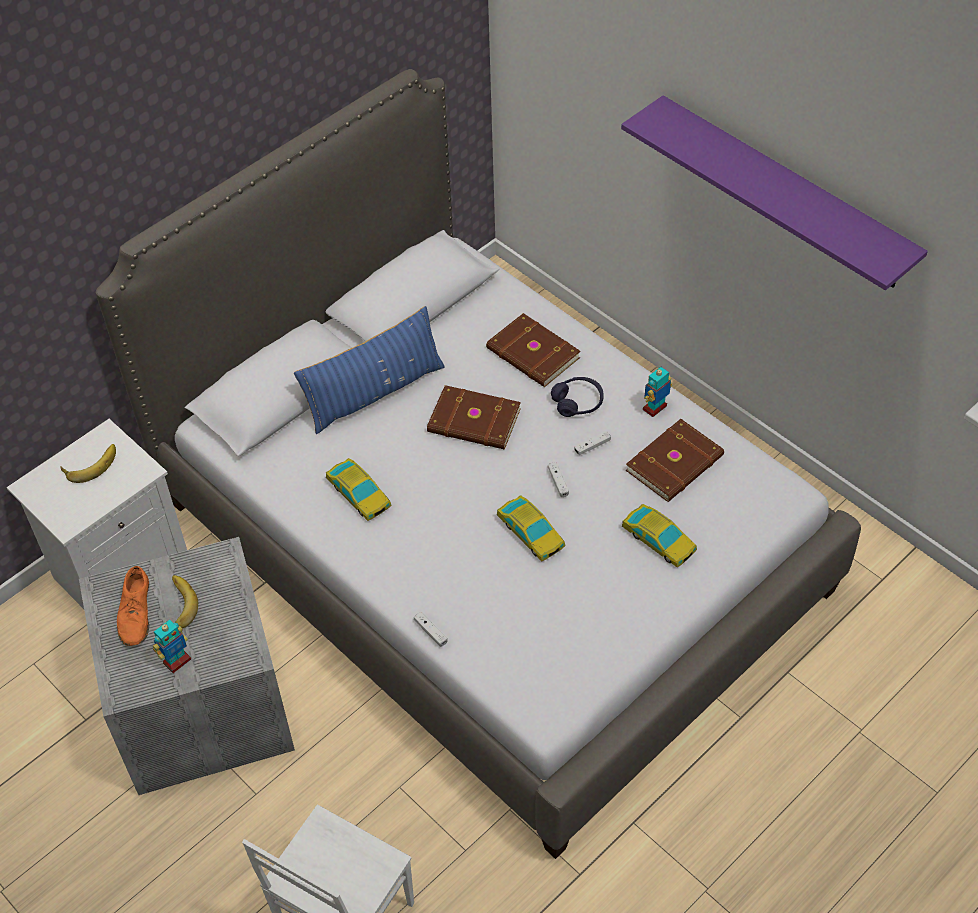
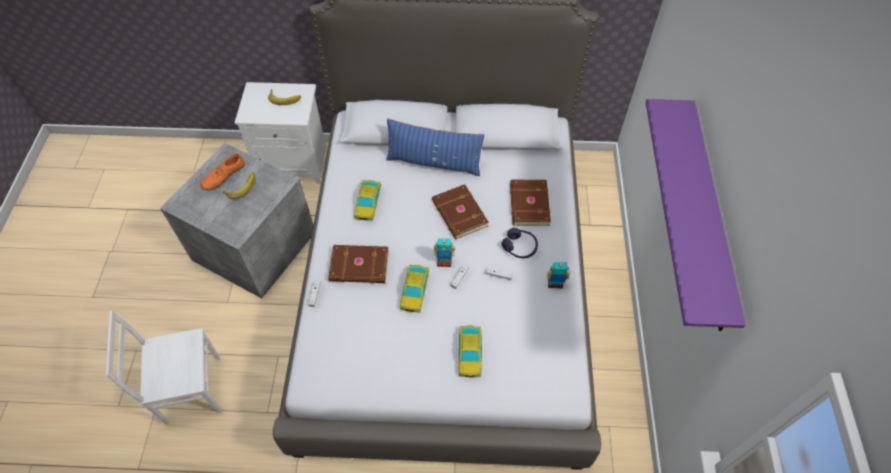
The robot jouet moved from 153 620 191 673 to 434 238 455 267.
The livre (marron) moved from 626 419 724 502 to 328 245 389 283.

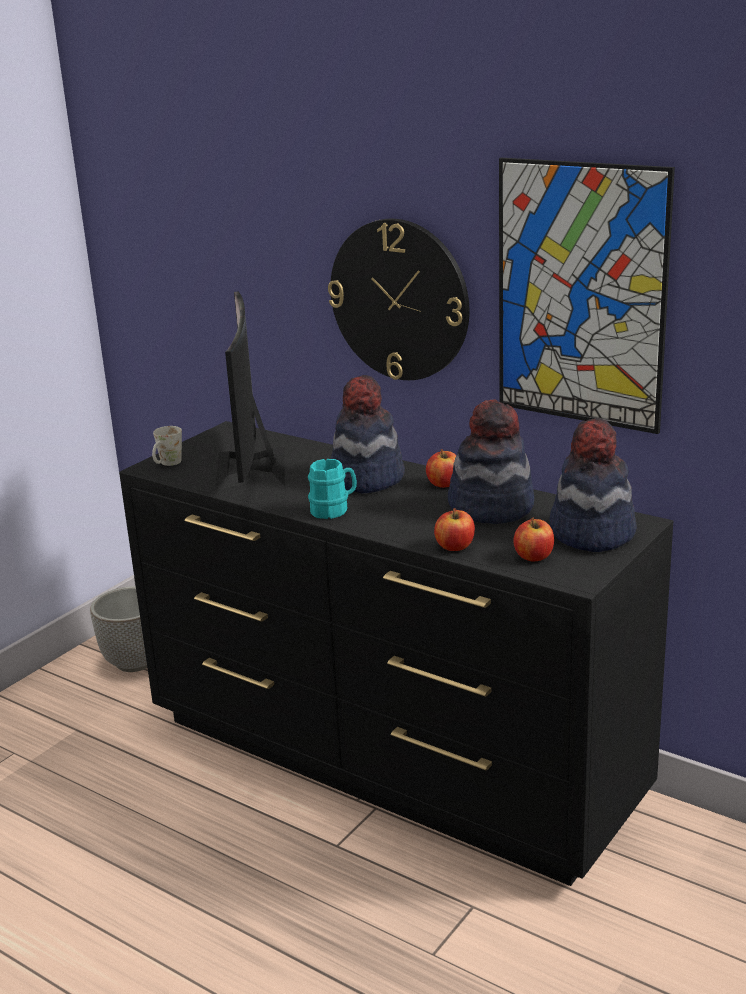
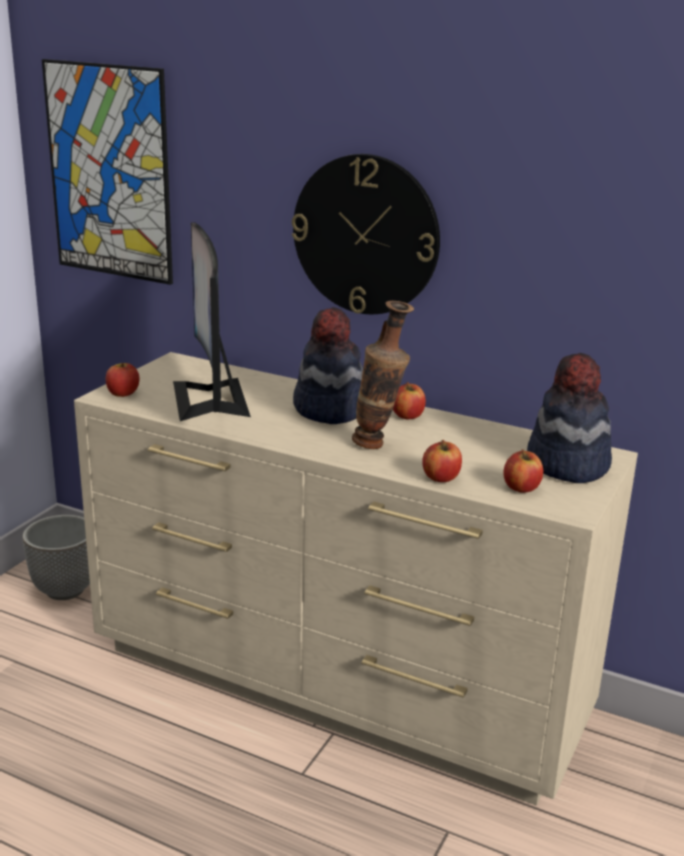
The commode (noir) at 119 421 673 886 became the commode (beige) at 74 352 638 806.
The mug (blanc) at 152 426 182 466 was replaced by the pomme at 106 363 140 397.
The mug (turquoise) at 308 459 357 519 disappeared.
The chapeau at 448 400 534 524 disappeared.
The tableau moved from 499 158 675 434 to 42 59 173 285.
The vase at 352 301 414 449 appeared.

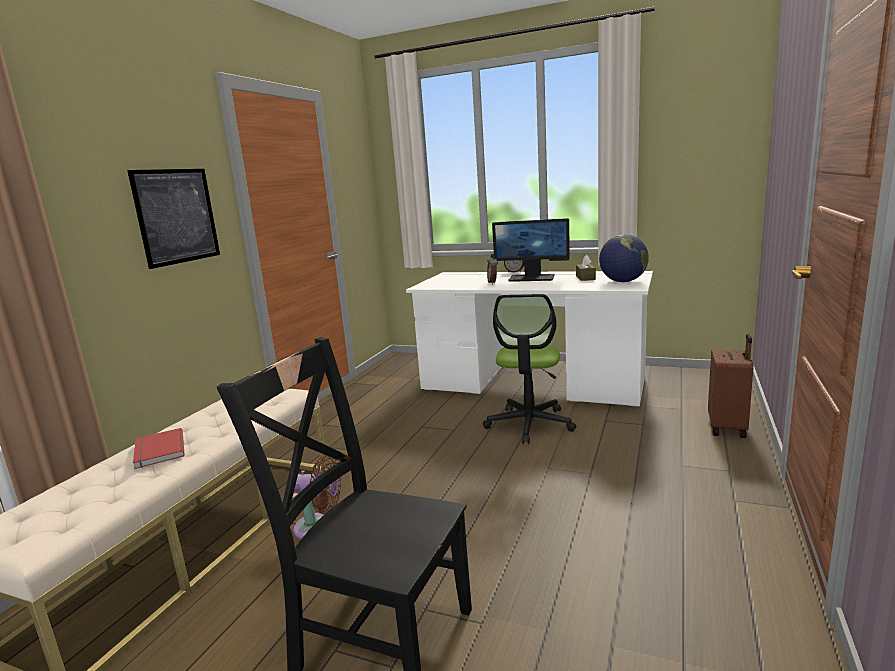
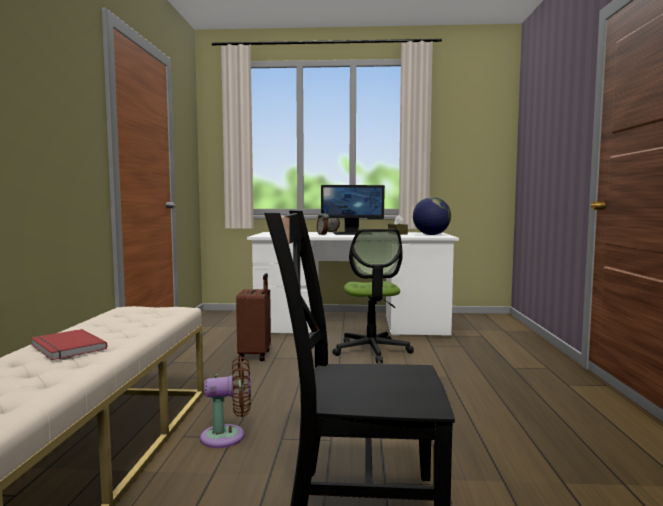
The tableau at 127 169 220 269 disappeared.
The valise (marron) moved from 708 334 754 438 to 236 273 271 361.

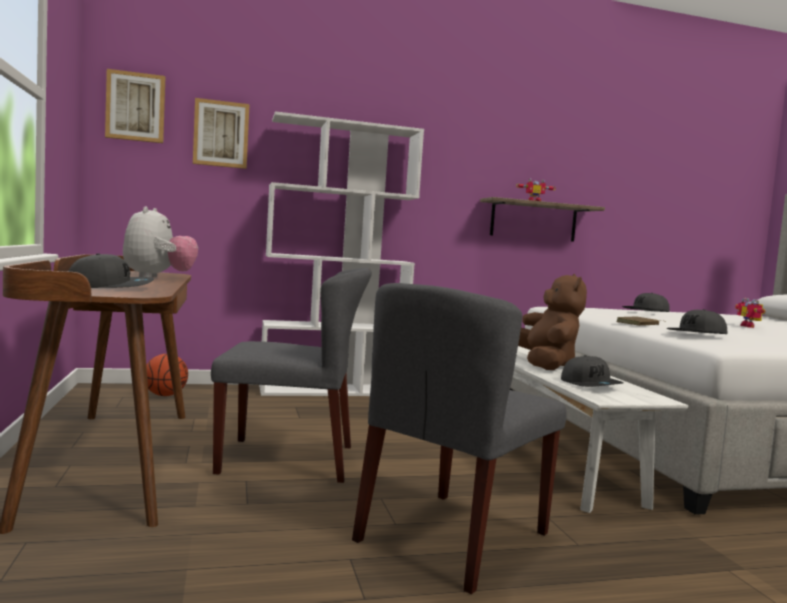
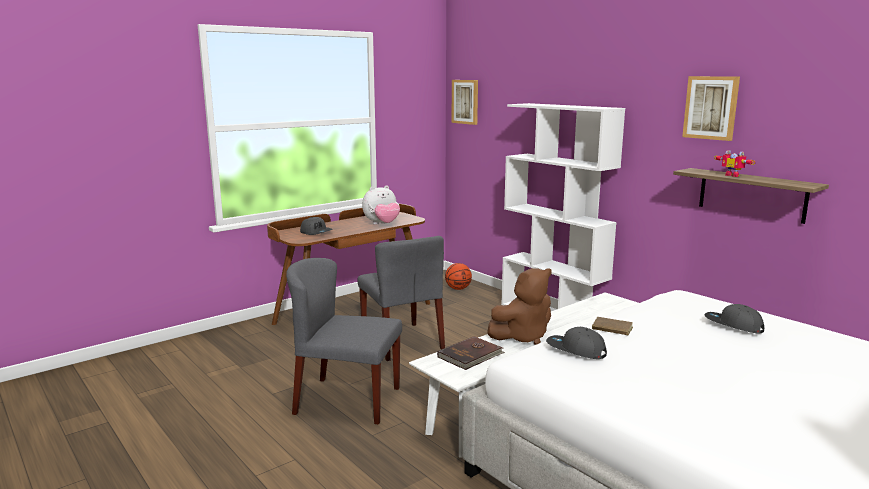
The tableau moved from 193 98 250 169 to 682 76 740 141.
The casquette (gris) at 561 355 624 387 was replaced by the livre (marron) at 437 336 505 370.
The robot jouet at 735 298 765 328 disappeared.

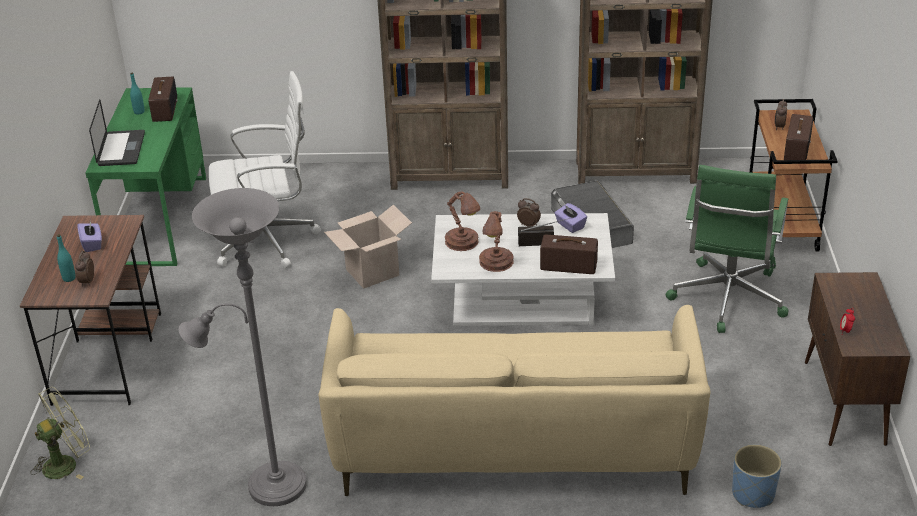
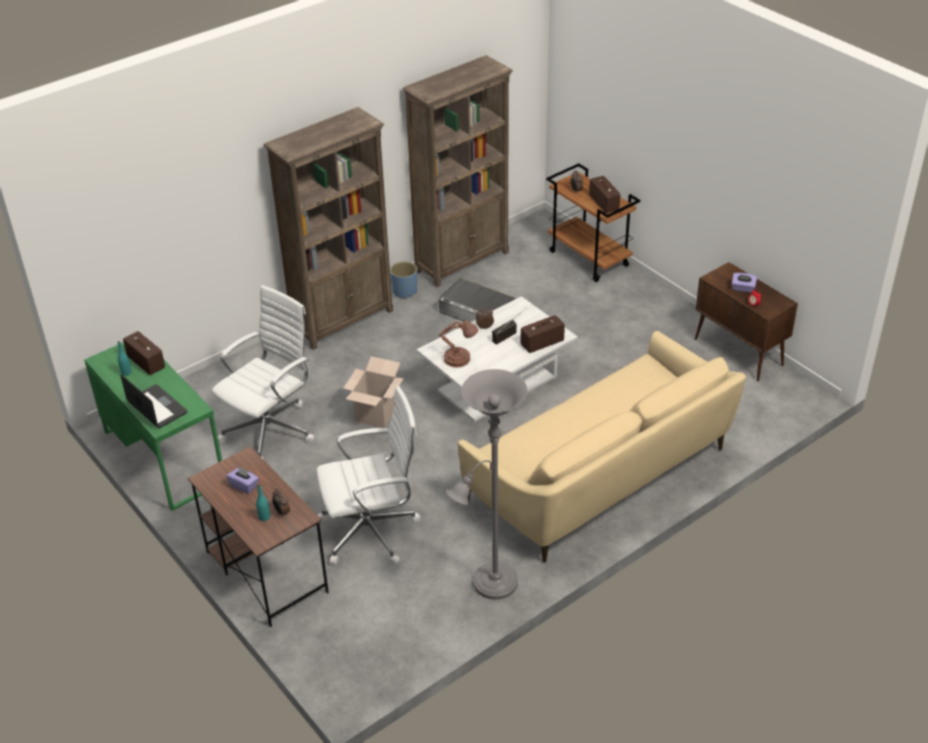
The ventilateur (vert) at 30 387 90 480 disappeared.
The lampe de table (marron) at 479 211 513 272 disappeared.
The boîte à mouchoirs (violet) moved from 555 203 587 233 to 732 273 757 293.
The chaise de bureau (vert) at 666 165 788 333 disappeared.
The cache-pot (bleu) moved from 732 445 782 508 to 390 261 417 299.
The chaise de bureau (blanc) at 316 386 421 565 appeared.

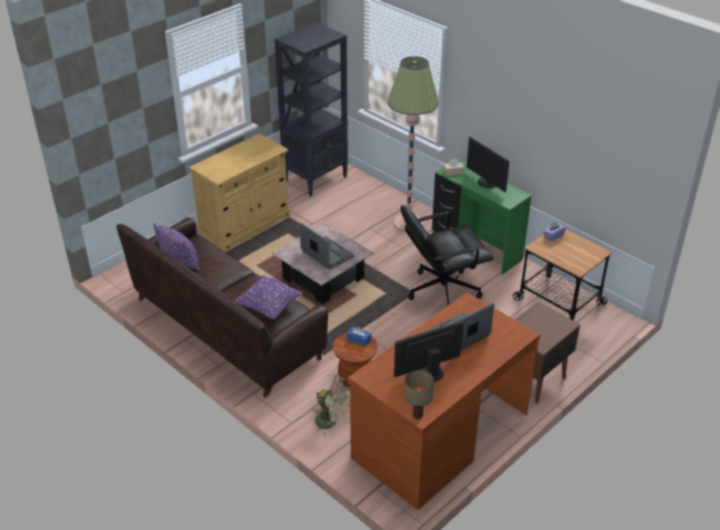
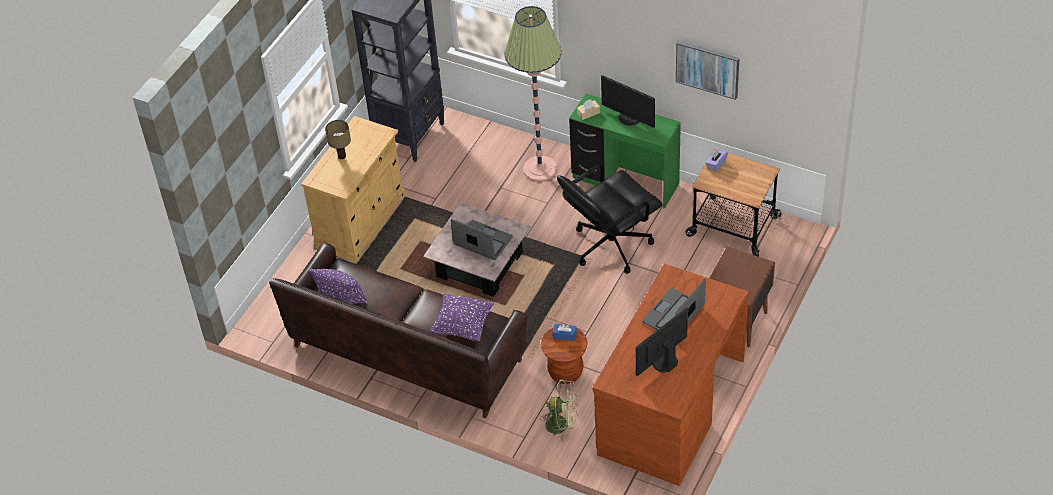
The lampe de table moved from 405 370 435 419 to 325 120 351 159.
The tableau at 676 41 739 100 appeared.

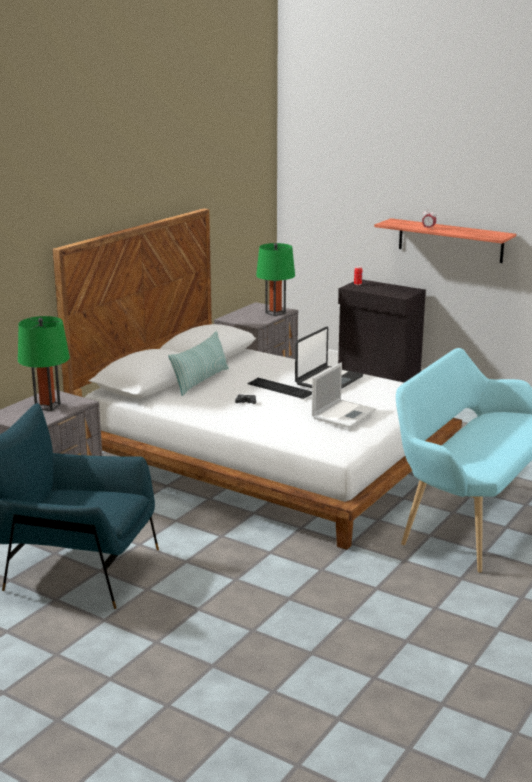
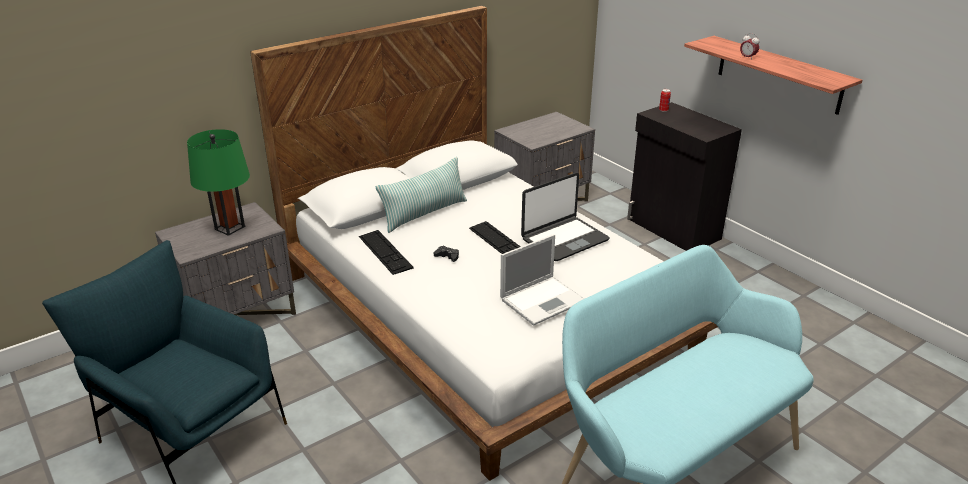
The lampe de table (vert) at 256 243 295 316 disappeared.
The clavier at 359 230 413 275 appeared.

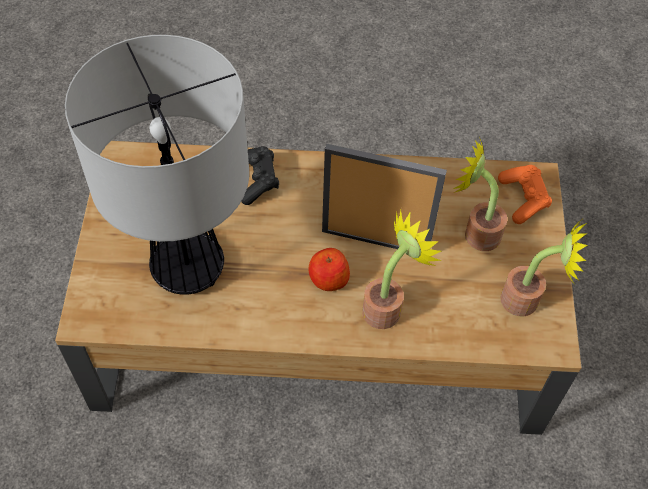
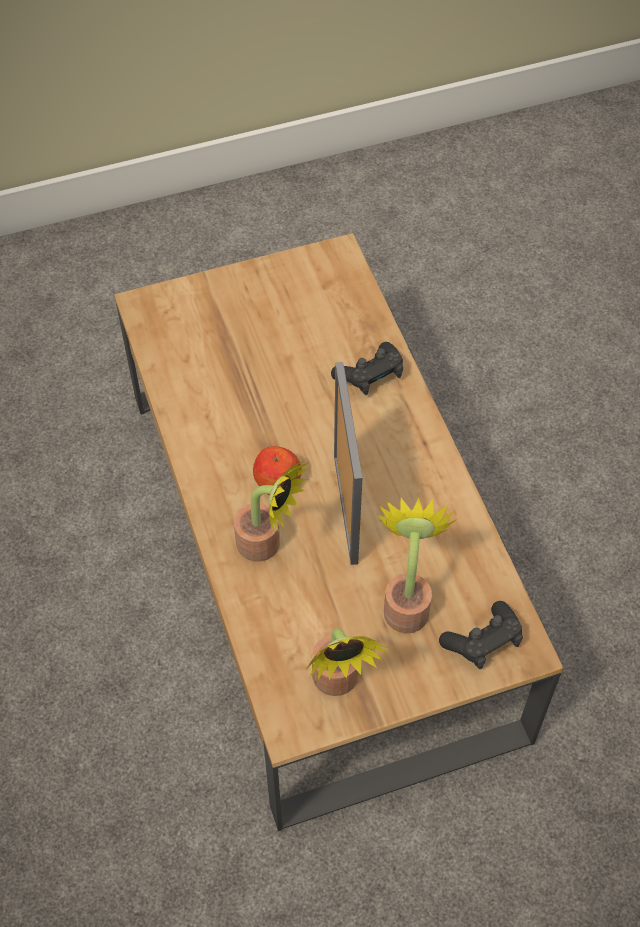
The lampe de table at 65 35 249 295 disappeared.
The manette (orange) at 498 165 552 224 became the manette (noir) at 439 601 523 669.

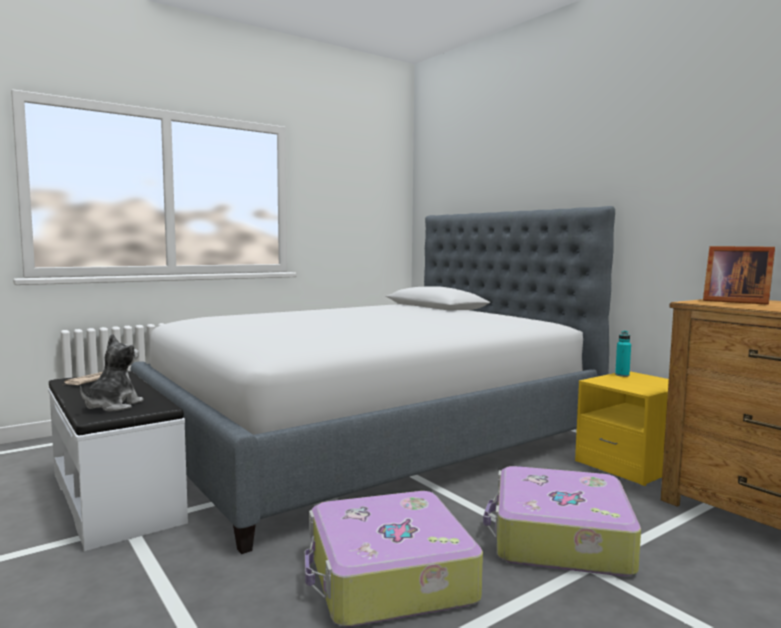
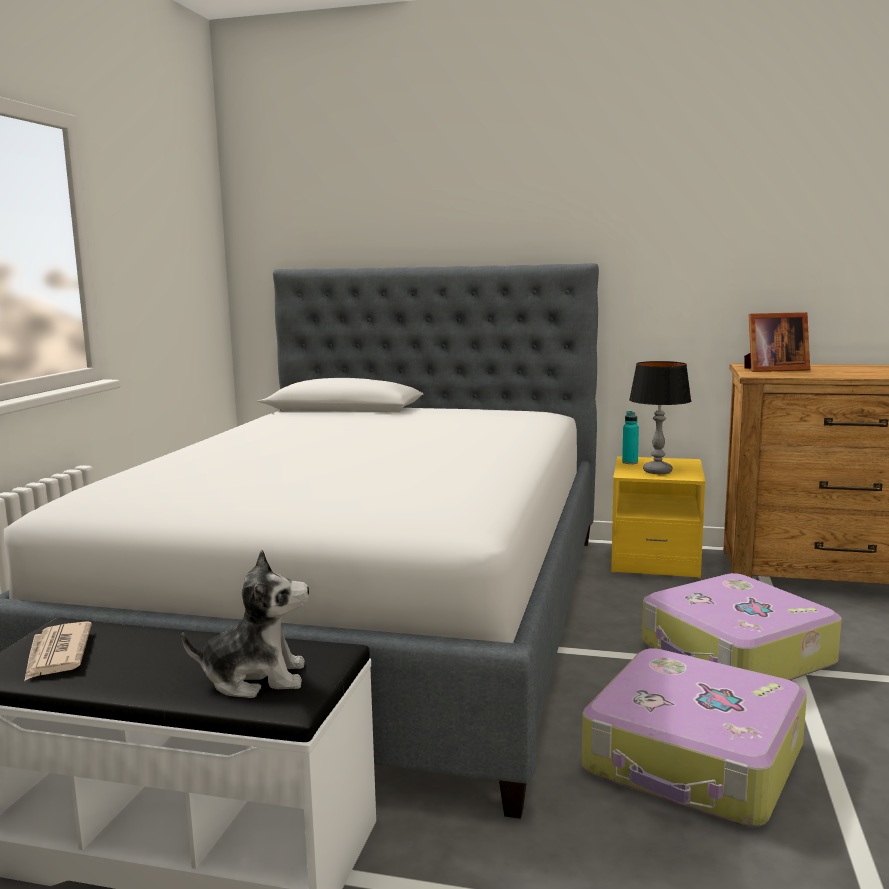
The peluche at 80 334 144 412 turned 105 degrees clockwise.
The lampe de table at 629 361 691 474 appeared.

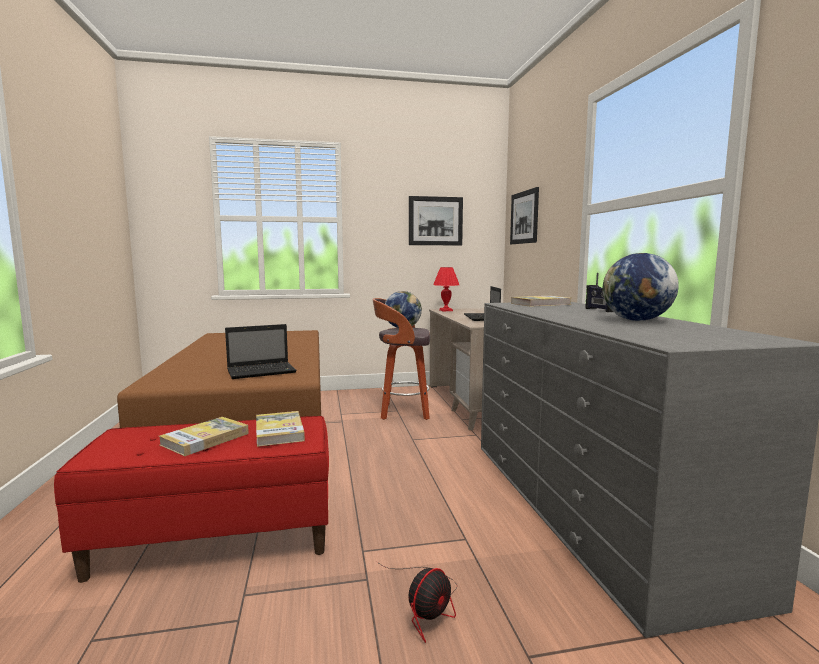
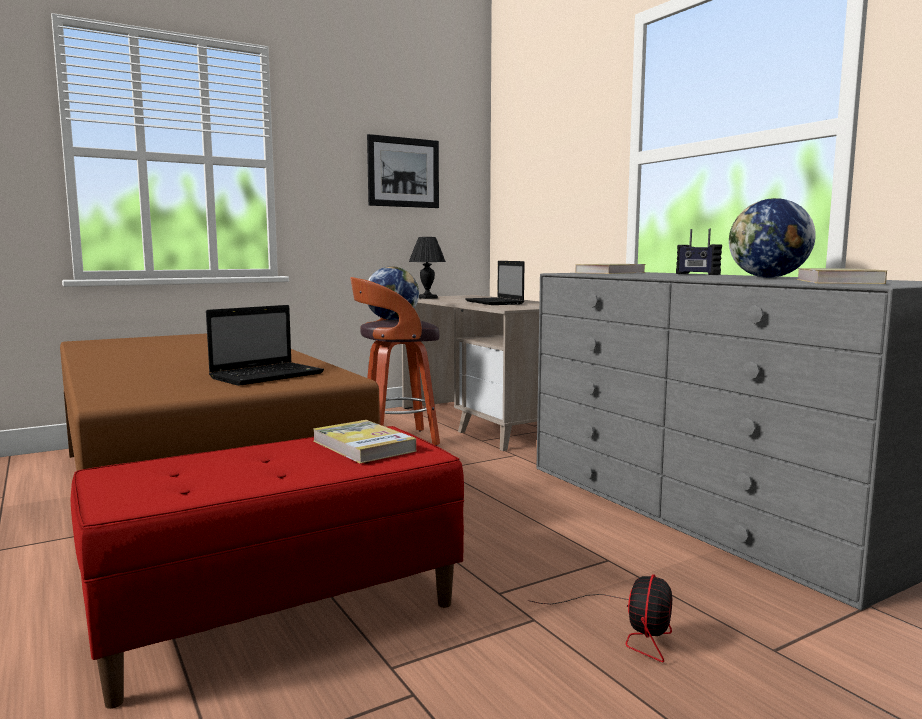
The livre moved from 159 417 249 456 to 797 268 887 284.
The lampe de table (rouge) at 433 267 459 311 became the lampe de table (noir) at 409 237 446 299.
The tableau at 510 187 539 244 disappeared.

